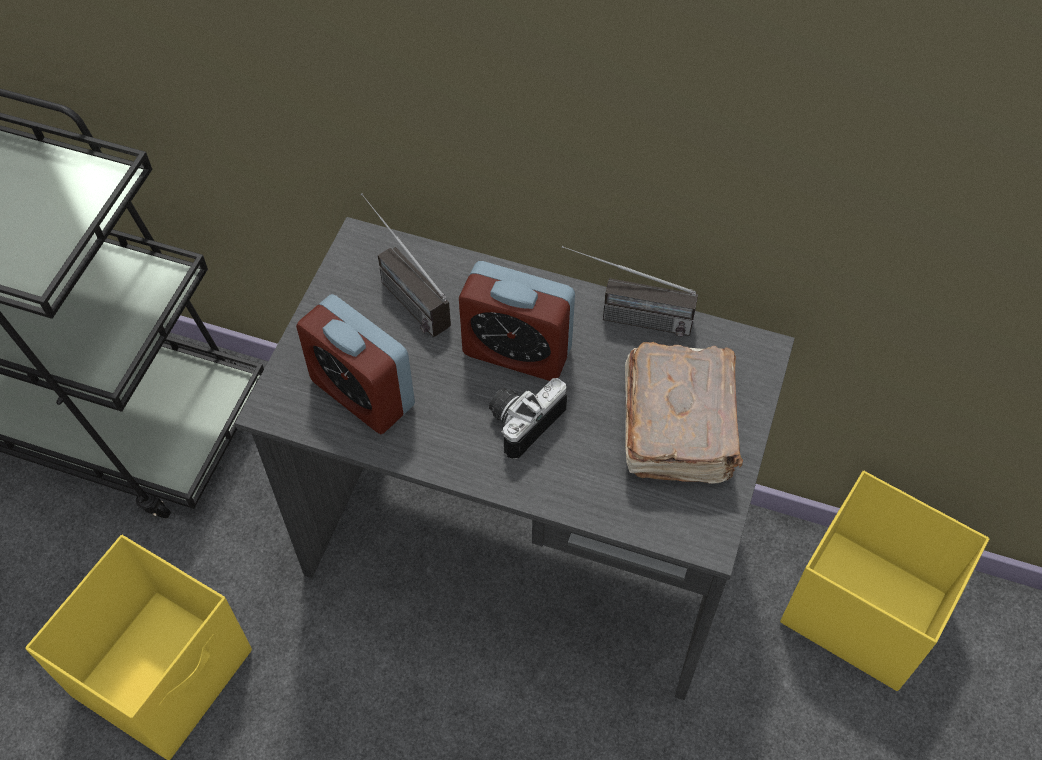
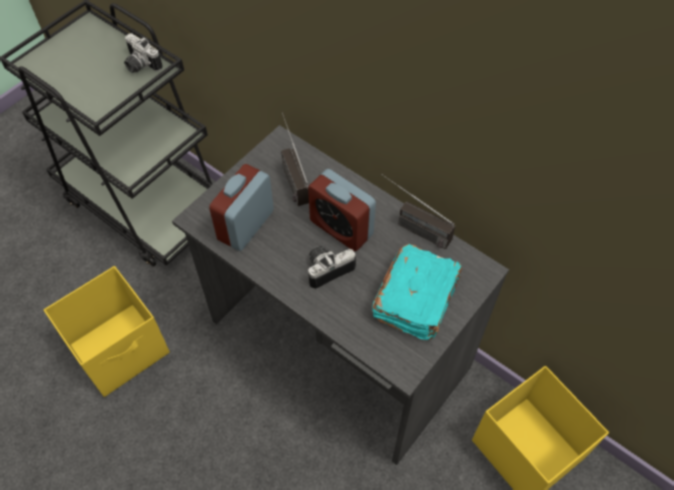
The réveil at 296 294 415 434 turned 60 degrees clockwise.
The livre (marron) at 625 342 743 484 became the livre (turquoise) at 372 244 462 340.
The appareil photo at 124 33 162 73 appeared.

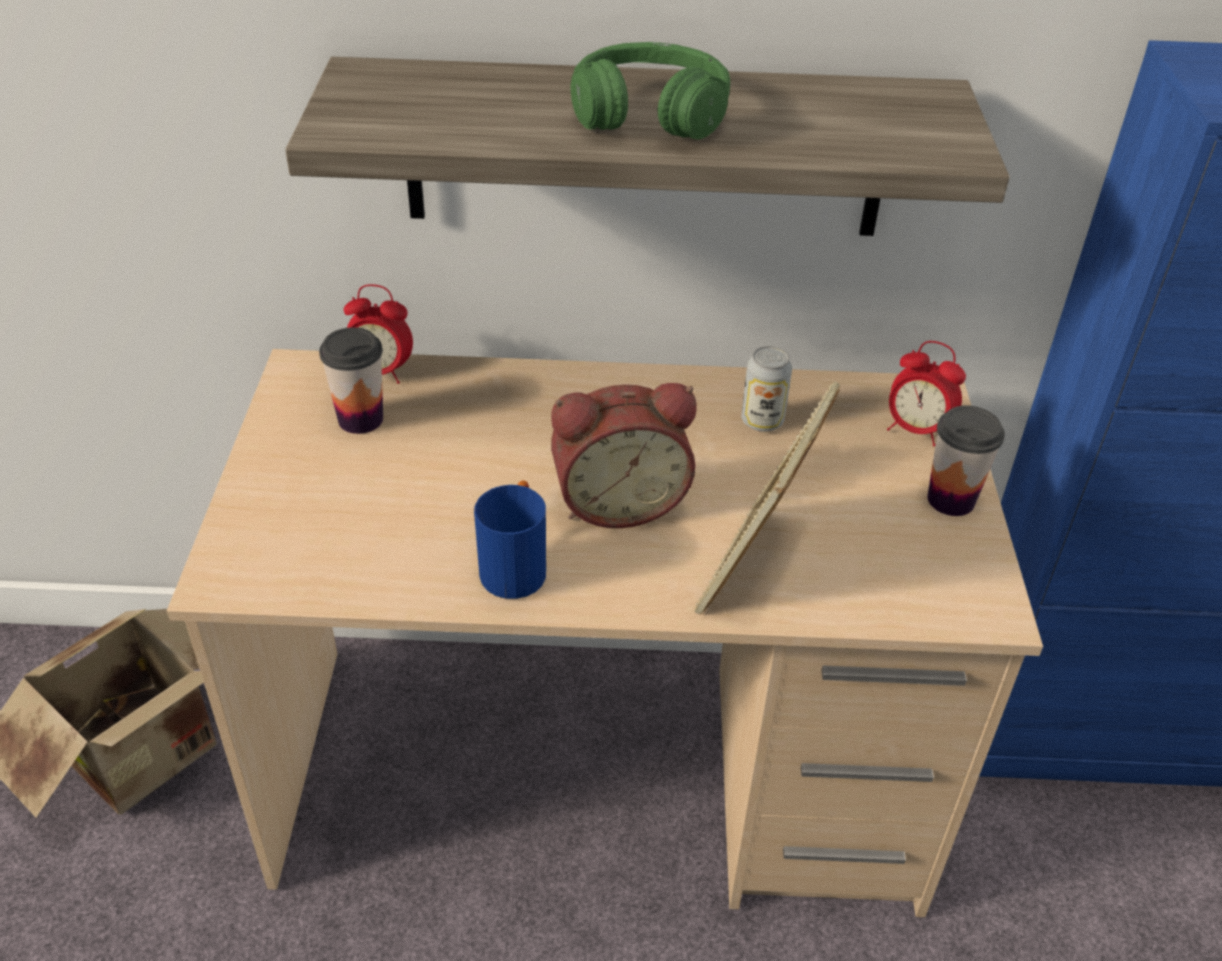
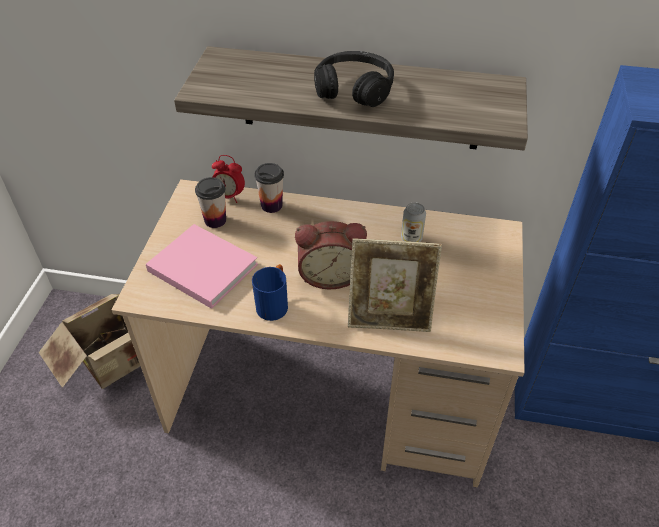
The casque audio (vert) at 571 42 730 139 became the casque audio (noir) at 314 51 394 107.
The cadre photo at 695 381 840 615 turned 120 degrees counterclockwise.
The réveil at 887 341 966 446 disappeared.
The tasse moved from 927 405 1005 516 to 254 163 284 213.
The livre (rose) at 146 224 258 309 appeared.

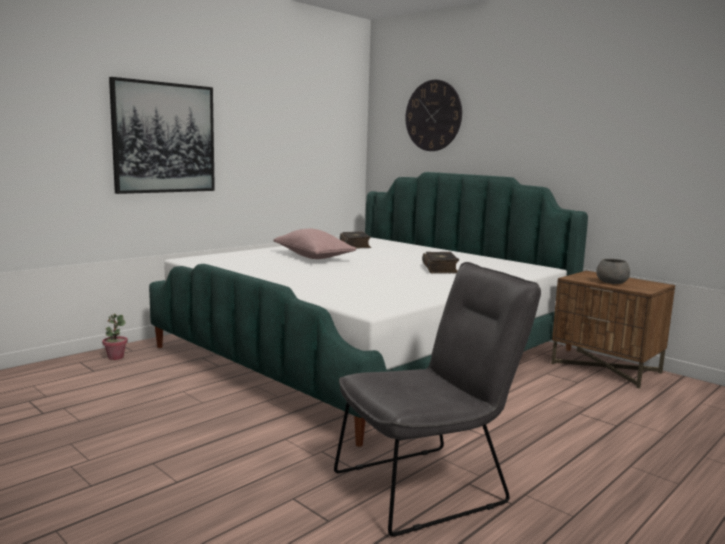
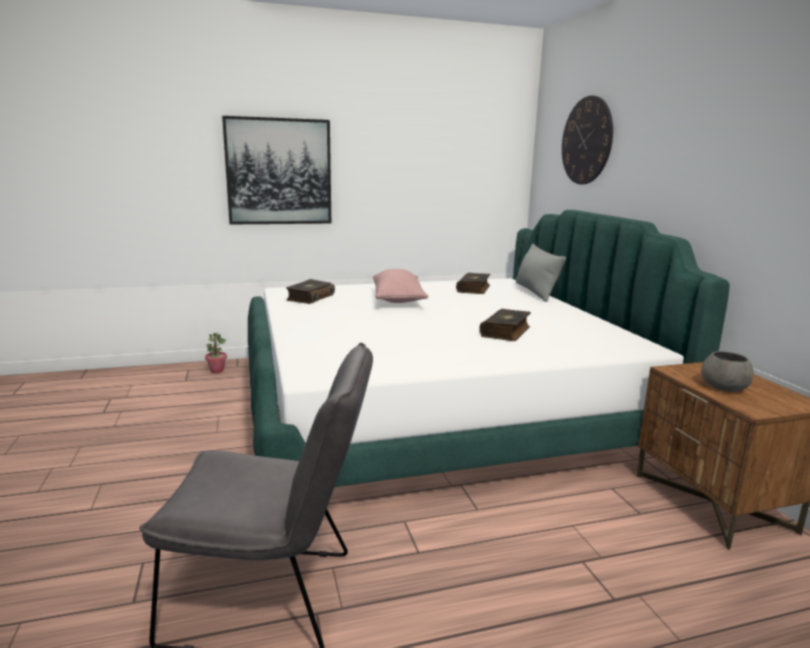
The livre at 286 279 335 304 appeared.
The coussin (gris) at 516 244 566 302 appeared.

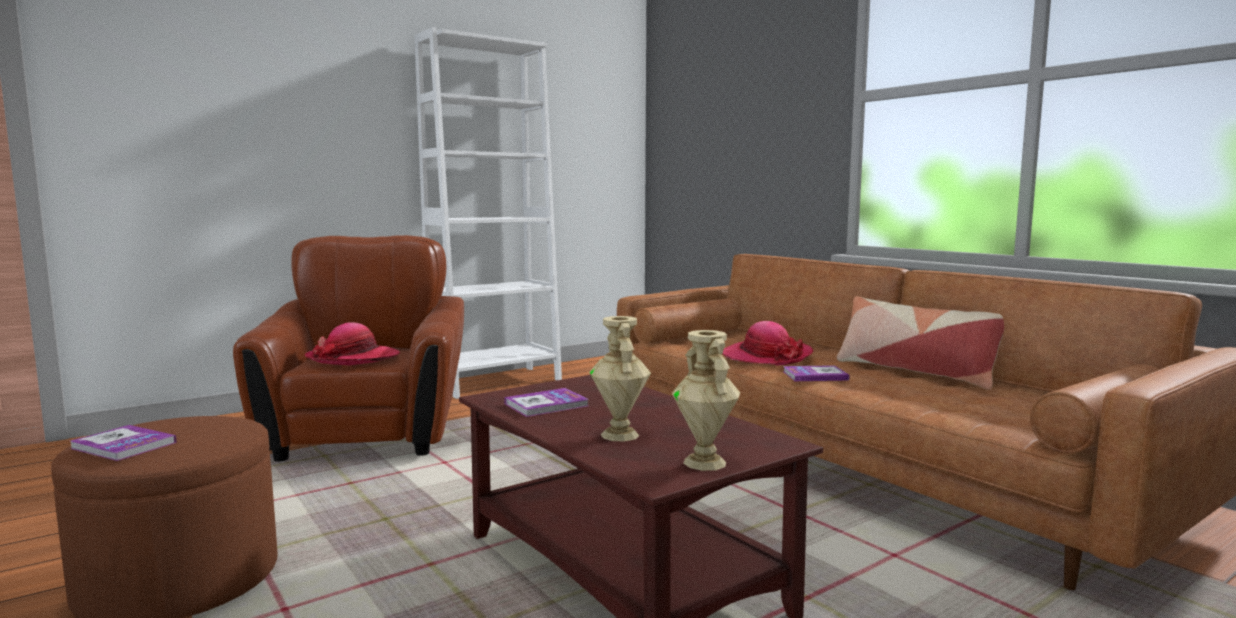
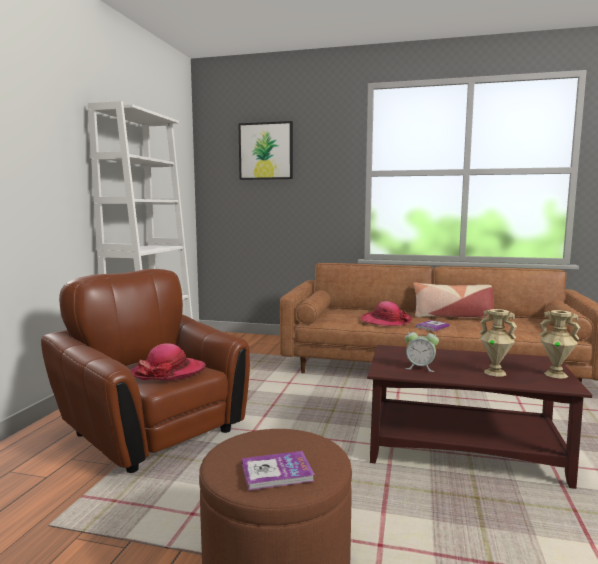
The livre at 504 388 588 417 was replaced by the réveil at 404 327 439 372.
The tableau at 238 121 293 180 appeared.

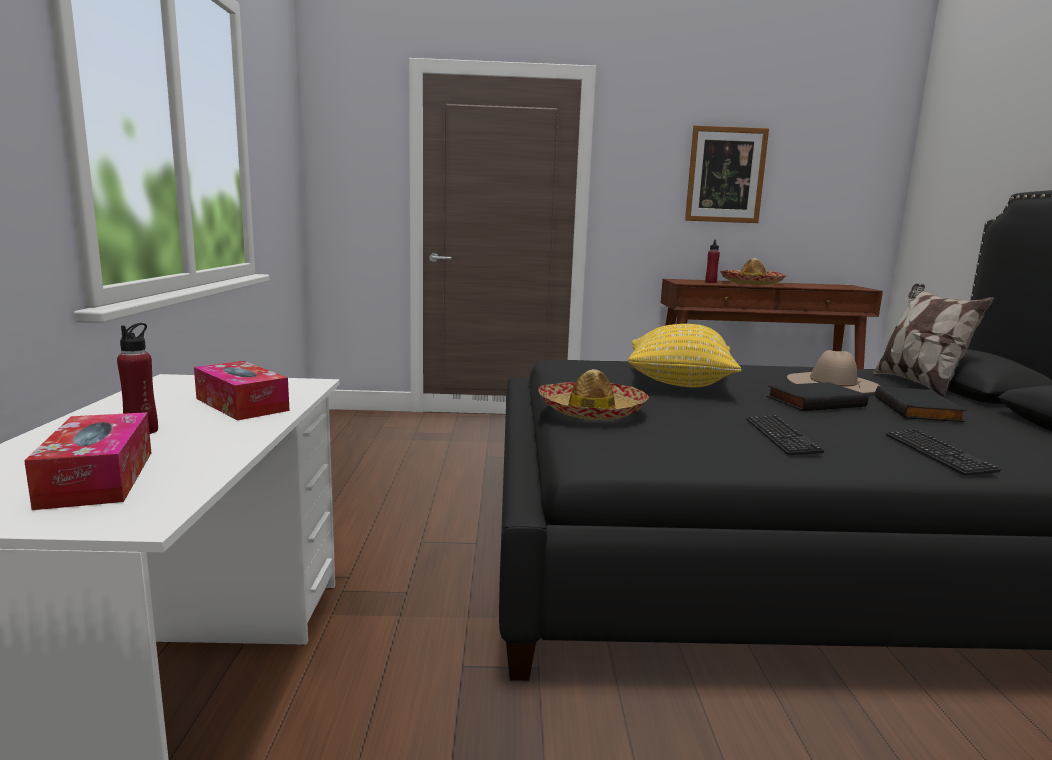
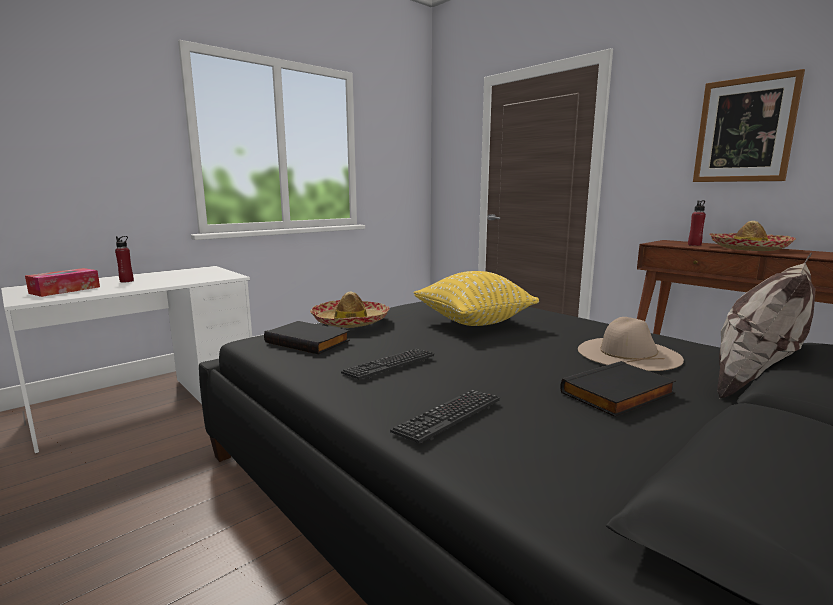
The boîte à mouchoirs at 194 361 290 421 disappeared.
The livre (noir) moved from 767 382 869 411 to 264 321 350 354.

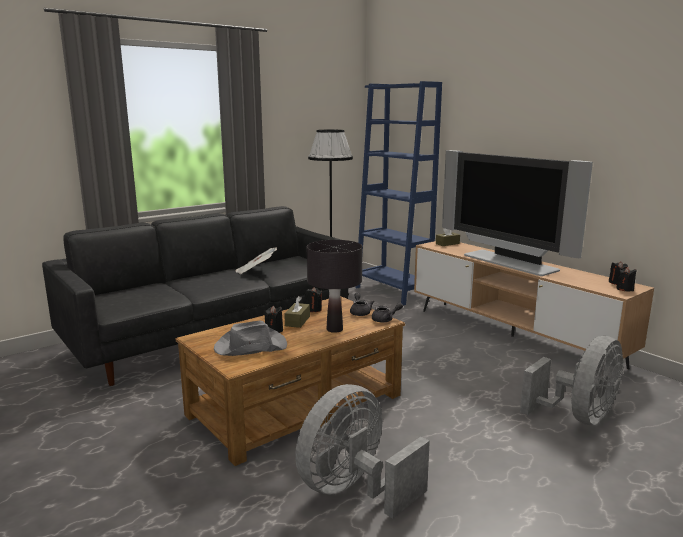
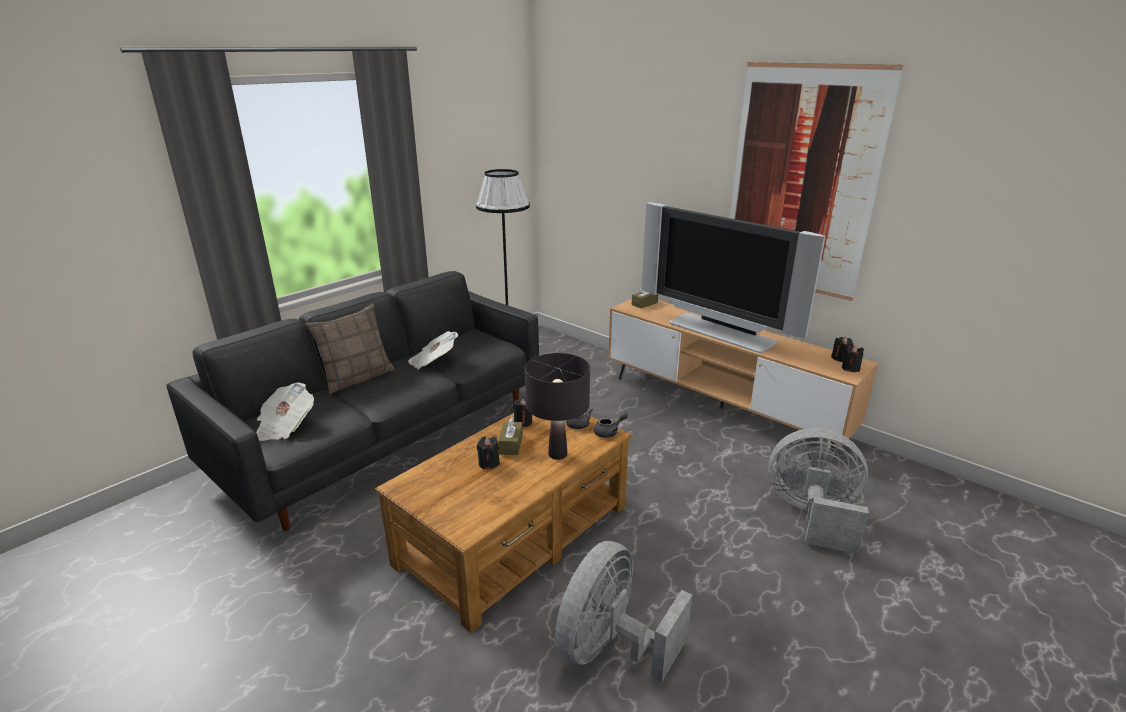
The chapeau (gris) at 214 321 287 356 disappeared.
The bibliothèque (bleu) at 355 81 442 306 disappeared.
The ventilateur (gris) at 520 336 624 426 turned 105 degrees counterclockwise.
The journal at 256 383 314 441 appeared.
The coussin at 306 304 395 394 appeared.
The tableau at 730 62 904 301 appeared.

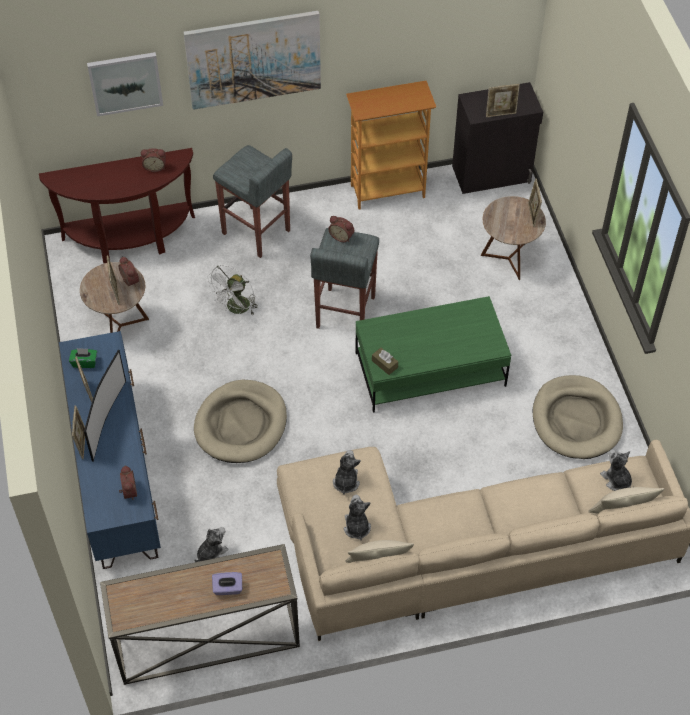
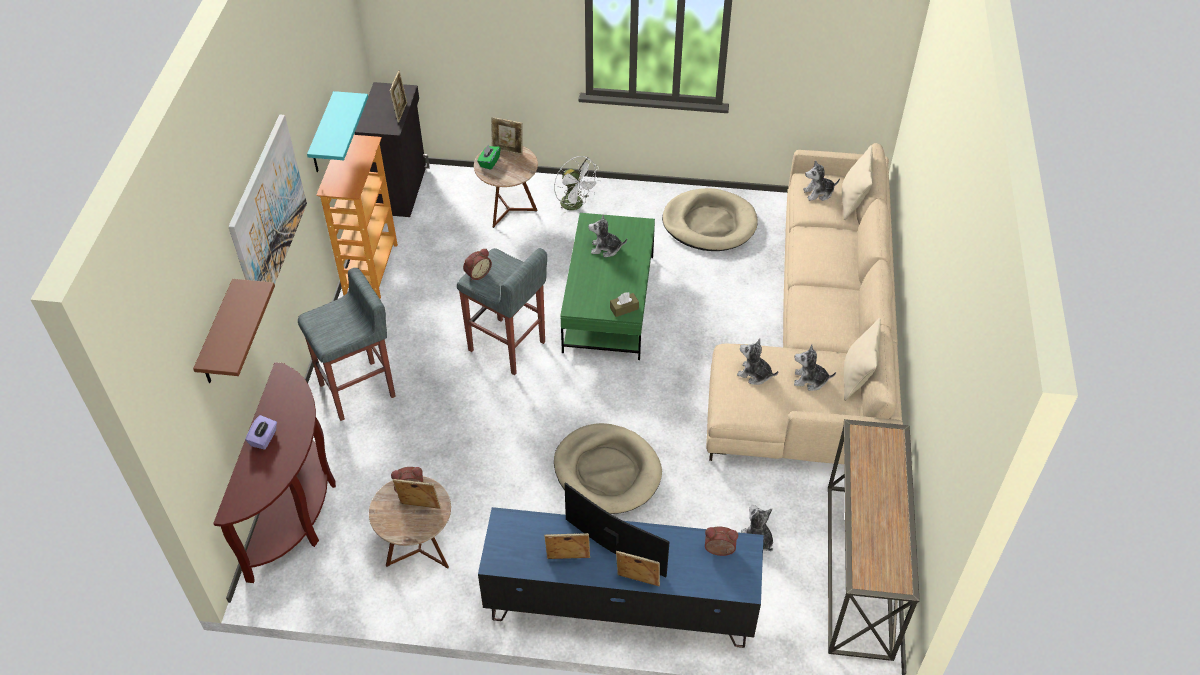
The boîte à mouchoirs (vert) moved from 69 348 97 368 to 477 144 501 170.
The tableau at 87 52 163 116 was replaced by the étagère (marron) at 193 279 275 383.
The réveil at 141 148 166 172 disappeared.
The ventilateur (blanc) moved from 207 265 258 315 to 554 156 601 216.
The boîte à mouchoirs (violet) moved from 212 572 242 595 to 245 415 277 450.
The étagère (turquoise) at 307 91 368 172 appeared.
The peluche at 588 215 627 257 appeared.

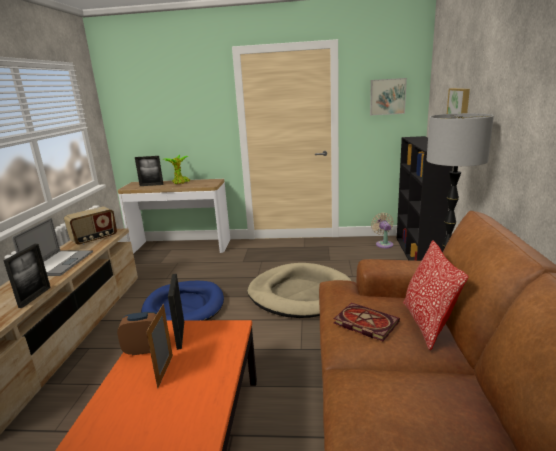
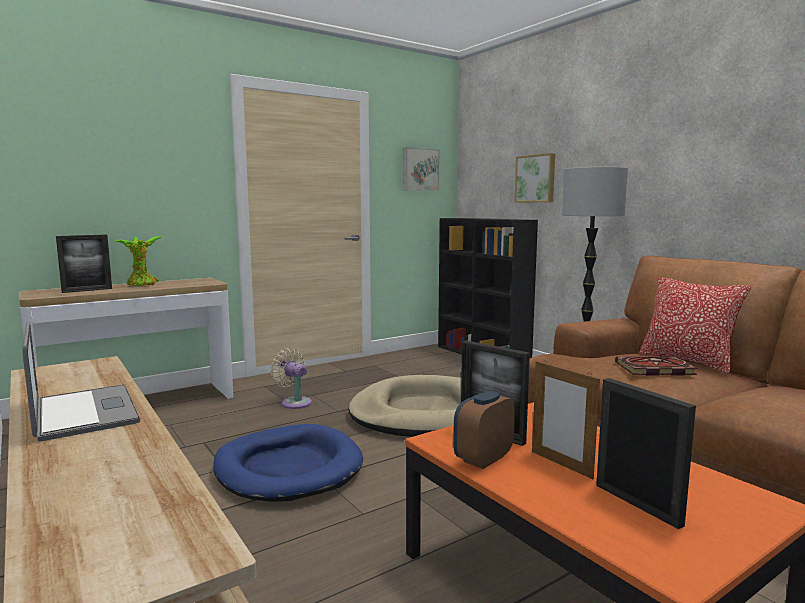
The cadre photo moved from 3 244 51 308 to 596 378 696 529.
The radio at 64 206 117 245 disappeared.
The ventilateur (beige) moved from 371 213 394 248 to 270 348 312 409.

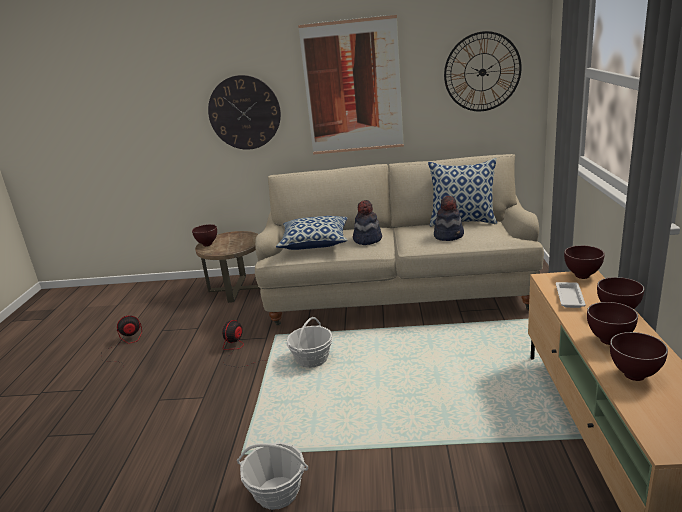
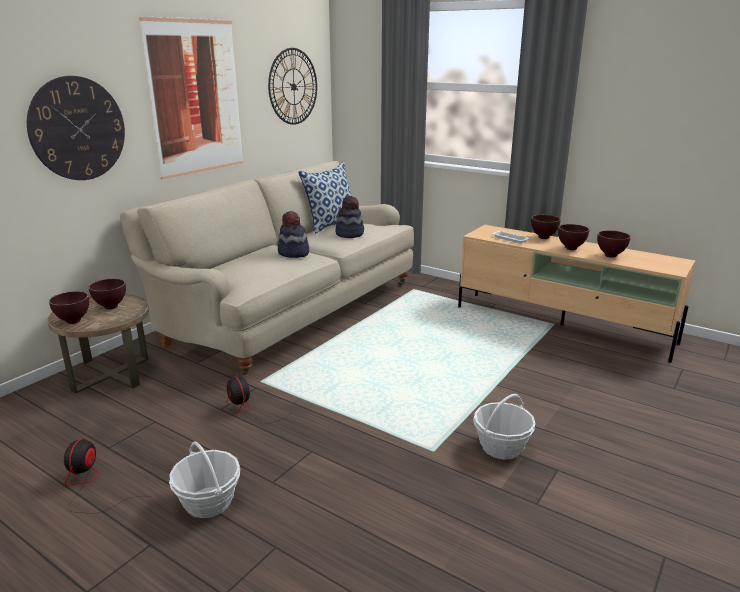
The coussin at 276 216 348 250 disappeared.
The panier moved from 287 317 333 368 to 169 441 240 518.
The bol (marron) moved from 564 245 605 279 to 89 279 126 310.

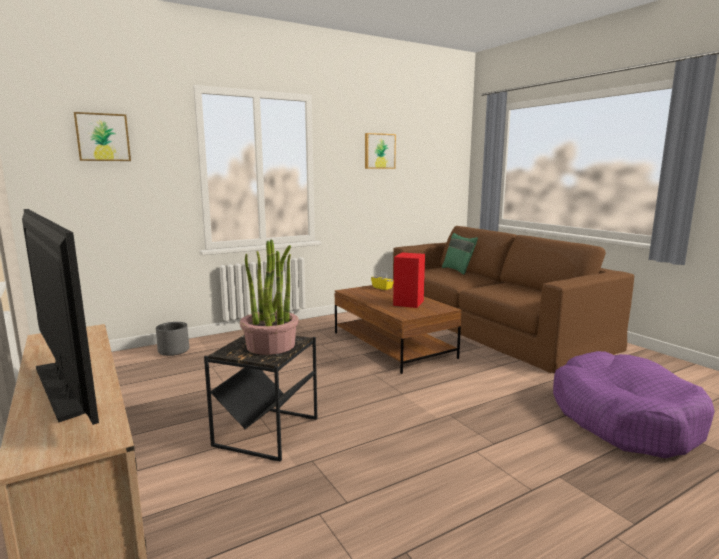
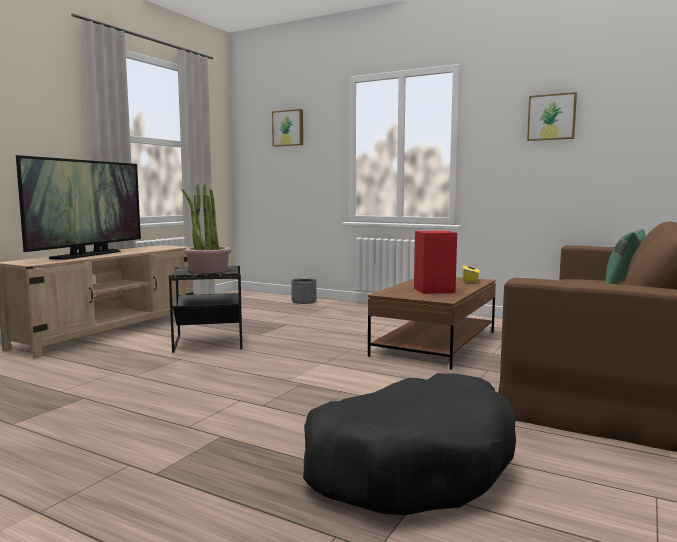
The panier pour chien (violet) at 553 351 715 459 became the panier pour chien (noir) at 303 373 516 515.

